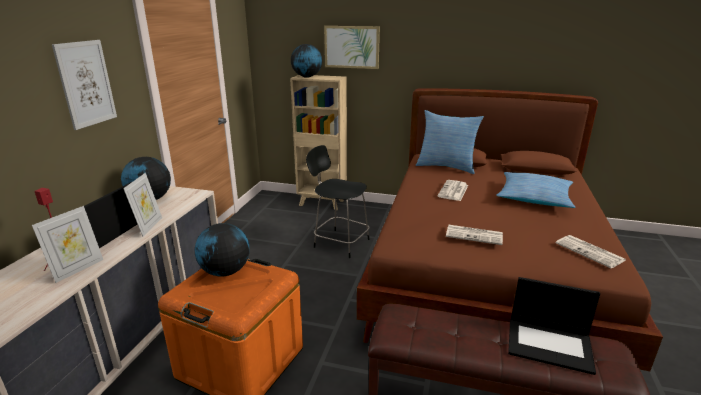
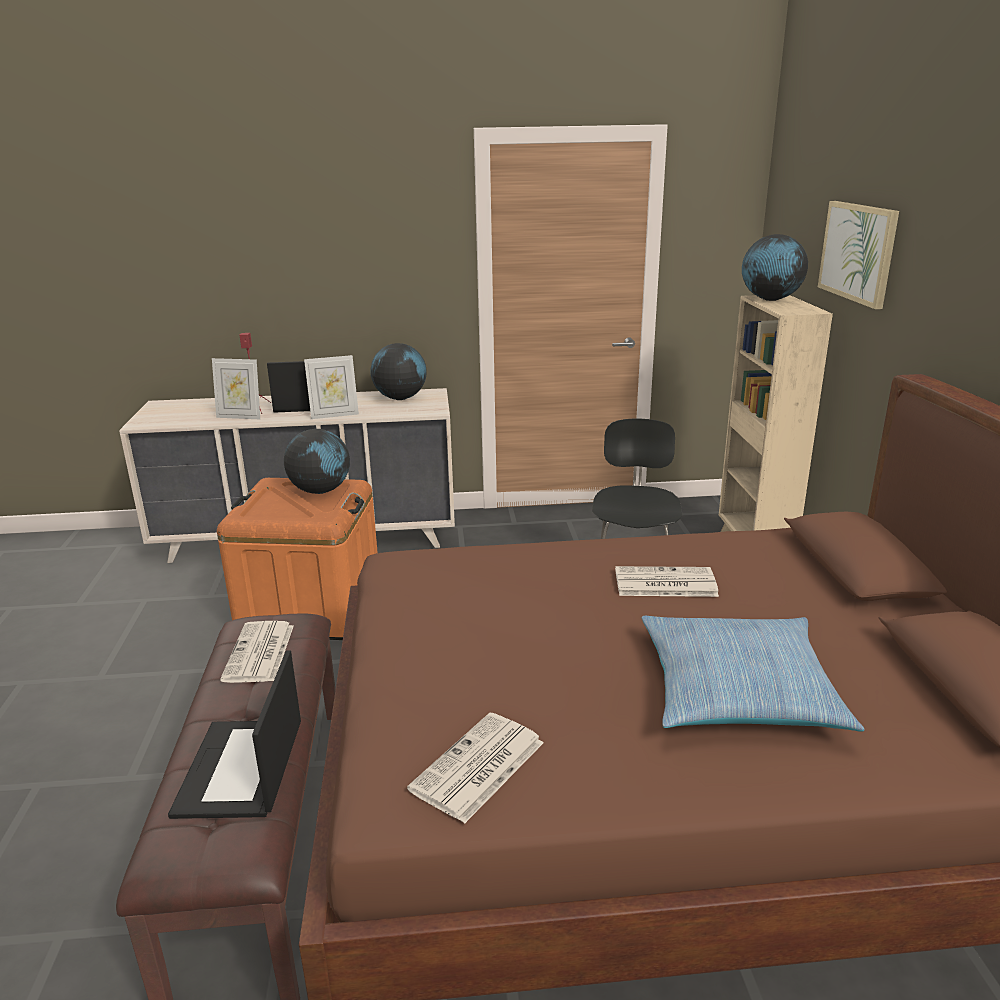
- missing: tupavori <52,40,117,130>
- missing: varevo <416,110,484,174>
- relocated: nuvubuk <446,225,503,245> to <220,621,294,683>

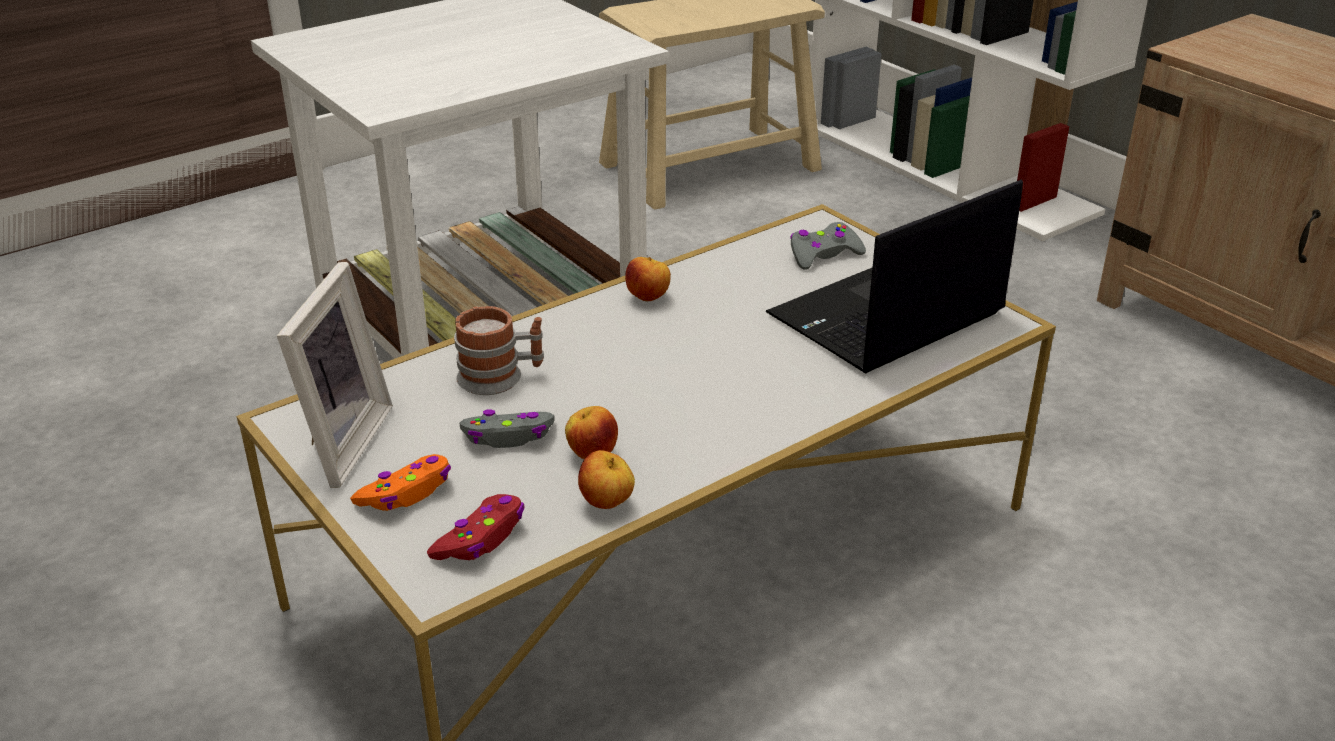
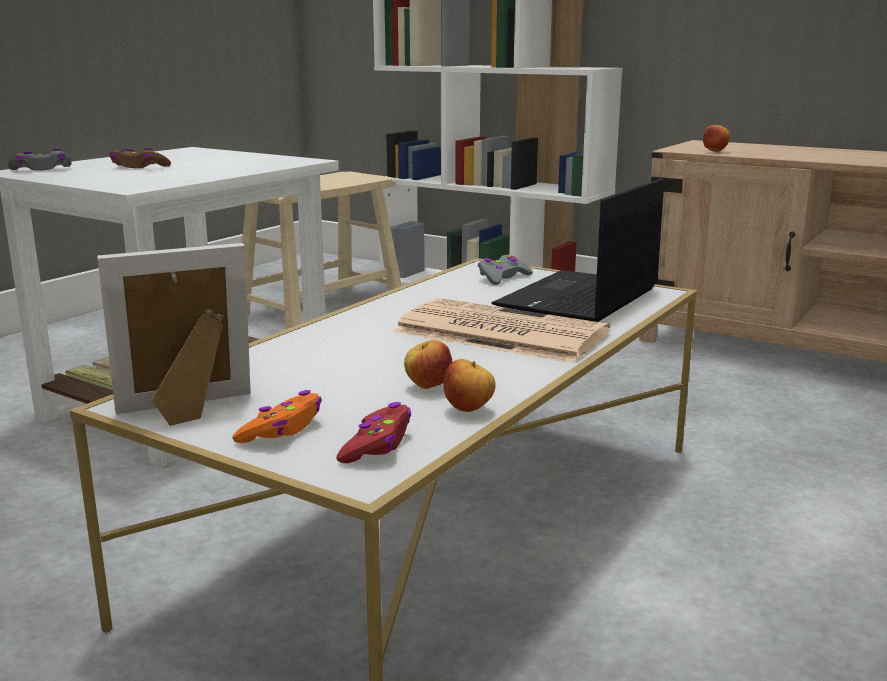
- spun: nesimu <277,262,393,488> = <97,243,251,426> 105 degrees counterclockwise
- missing: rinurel <454,306,544,395>
- relocated: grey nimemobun <460,409,554,448> to <8,149,71,171>
- relocated: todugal <625,257,671,301> to <703,125,730,152>
- appeared: brown nimemobun <109,148,171,168>
- appeared: nuvubuk <394,298,610,363>

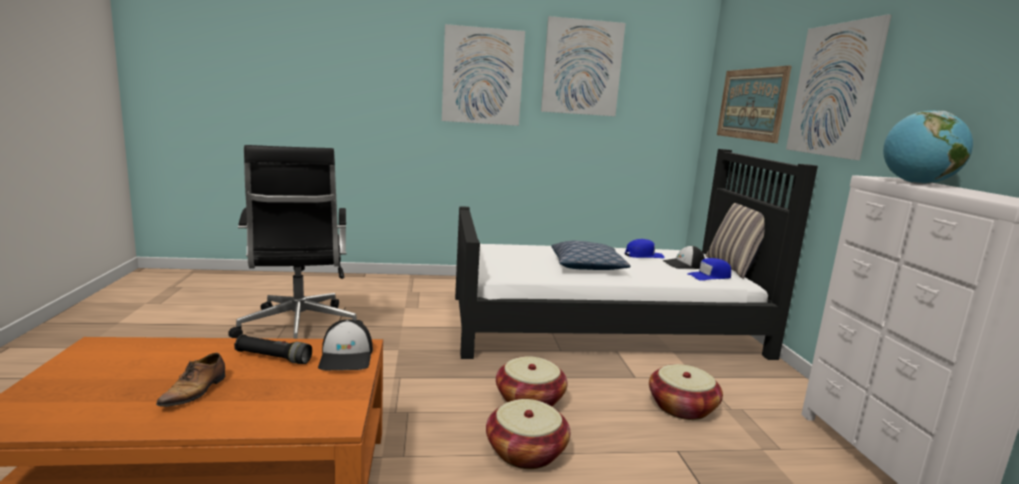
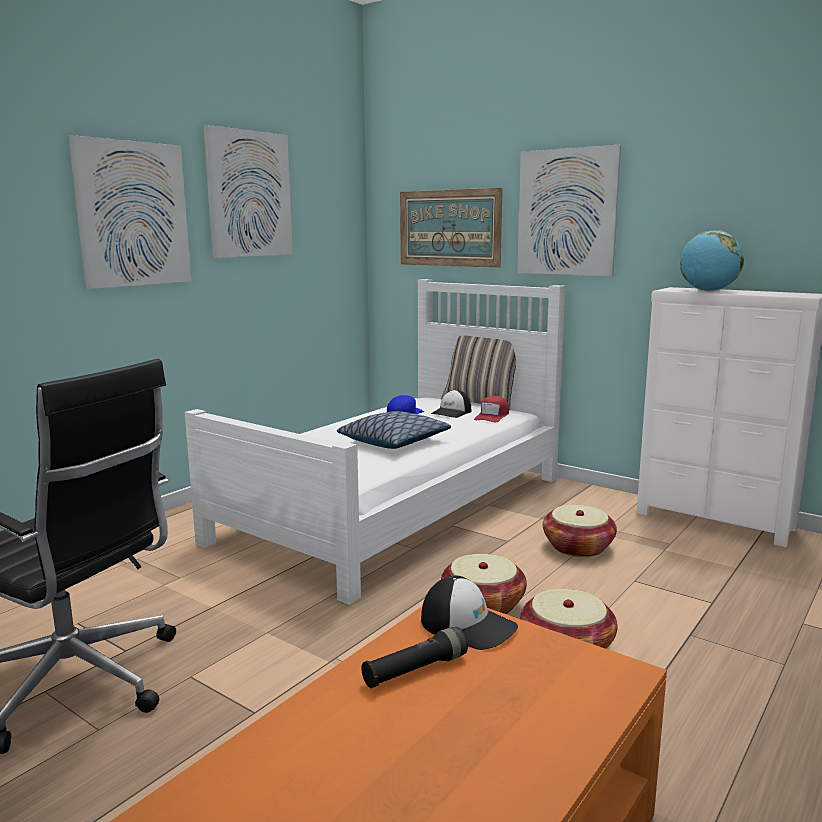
- missing: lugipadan <156,353,225,407>
- colour: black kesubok <455,149,818,360> to white kesubok <185,279,565,605>
- colour: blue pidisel <688,258,731,281> to red pidisel <474,396,509,422>

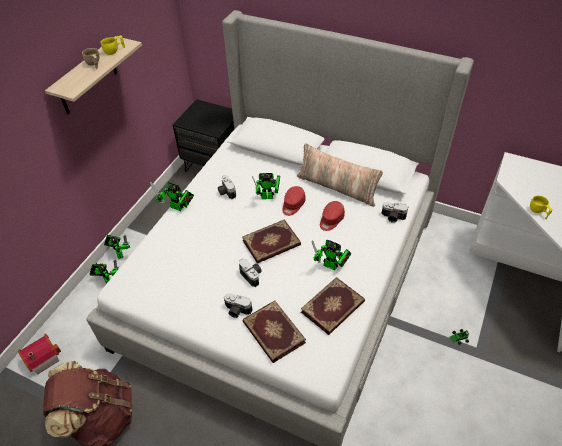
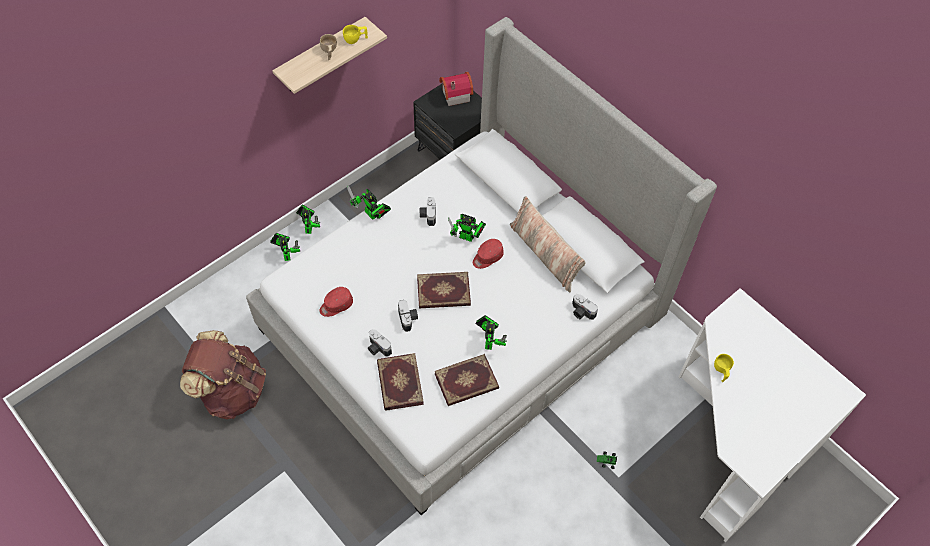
- relocated: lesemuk <18,334,61,375> to <439,72,474,106>
- spun: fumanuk <312,240,351,270> = <475,315,507,350> 135 degrees counterclockwise
- relocated: red pidisel <320,201,345,231> to <319,287,353,317>

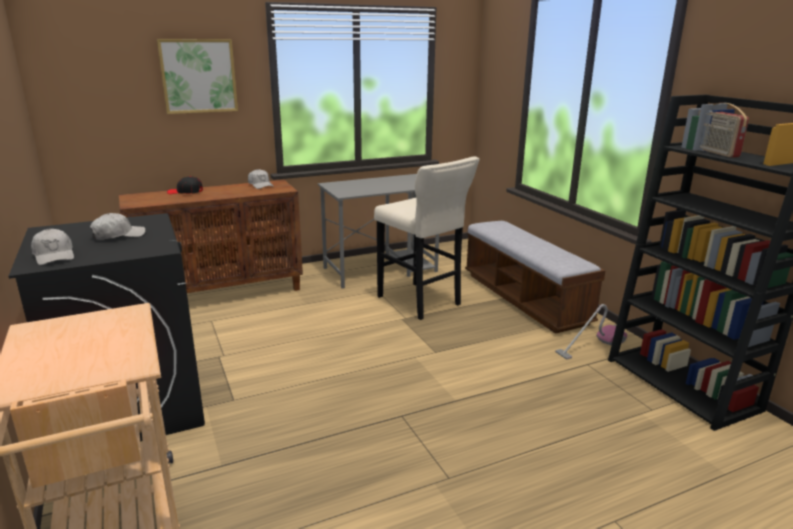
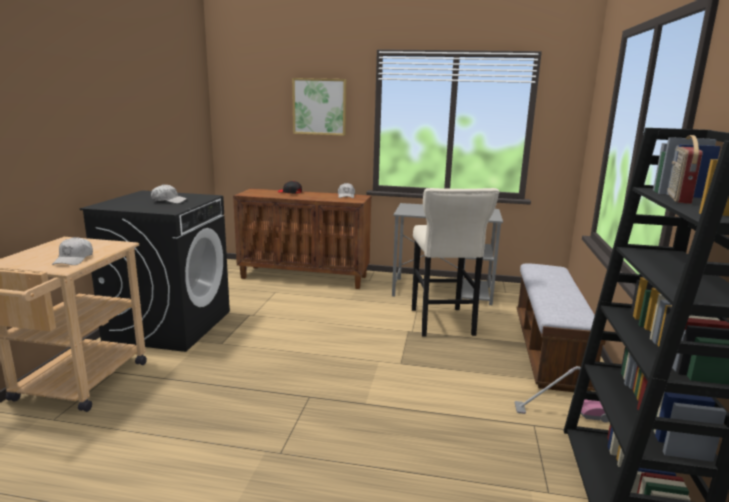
- relocated: white pidisel <31,229,74,265> to <52,237,93,265>

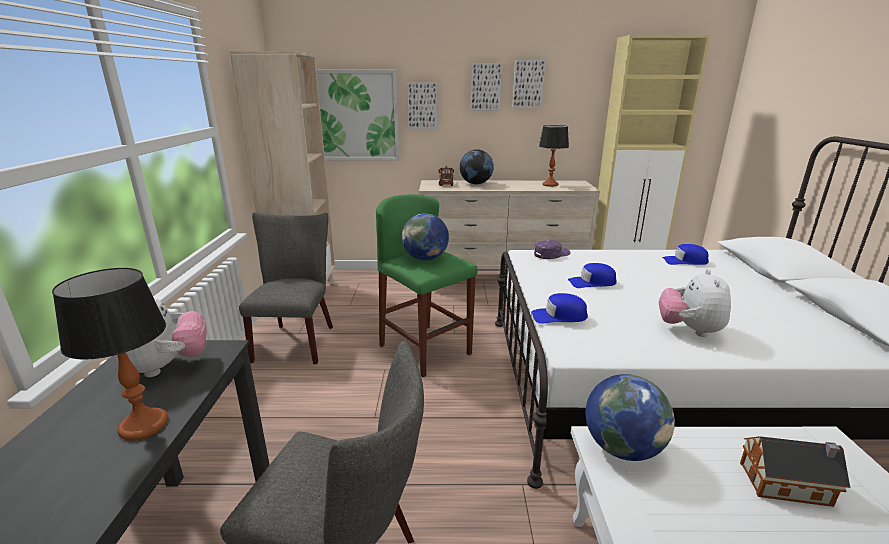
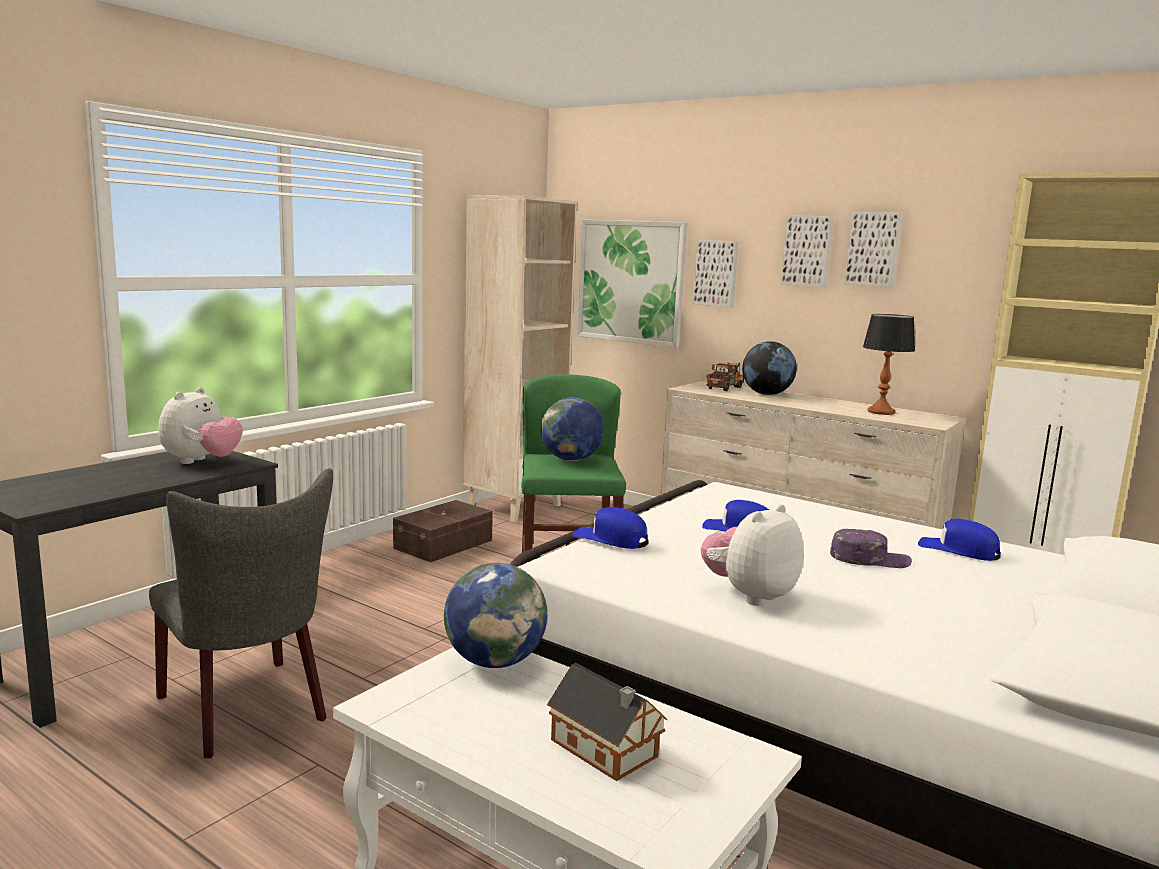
- missing: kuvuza <52,268,169,441>
- exchanged: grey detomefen <239,212,333,364> to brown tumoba <393,500,493,562>
- relocated: purple pidisel <534,240,571,259> to <830,529,912,568>

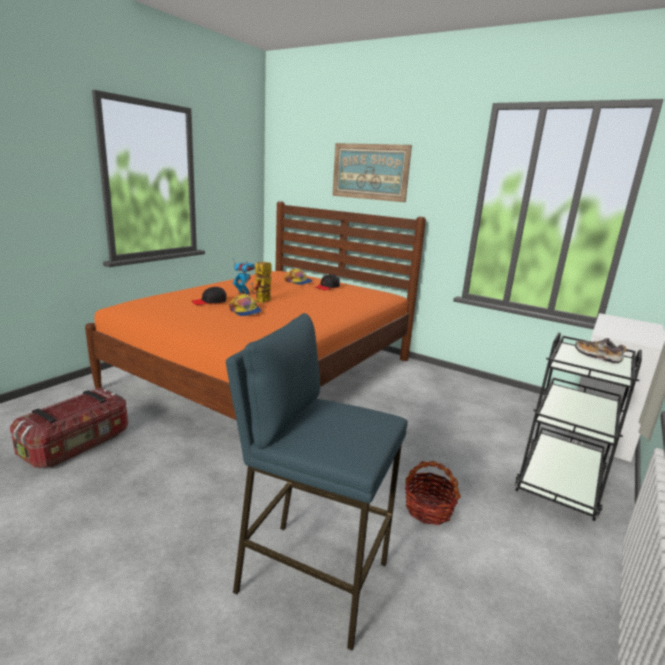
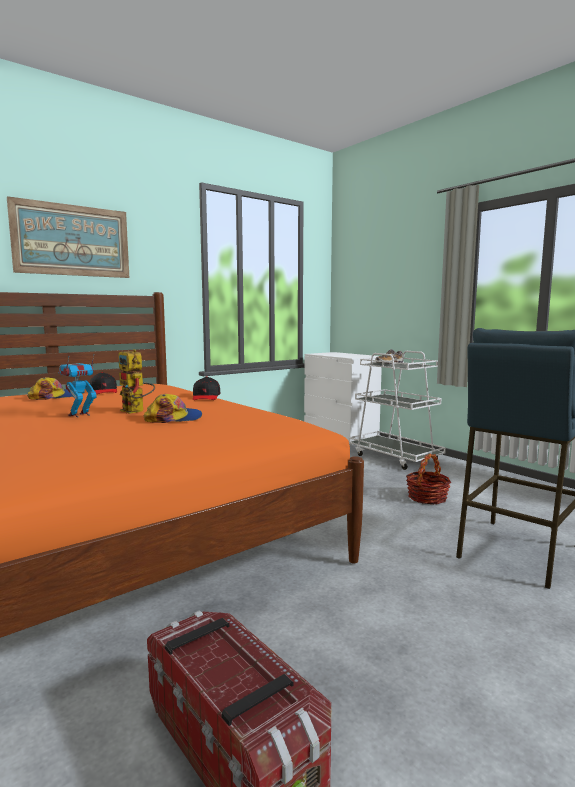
- relocated: black pidisel <192,286,226,305> to <193,376,221,400>
- colour: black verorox <514,333,642,521> to white verorox <349,351,446,470>

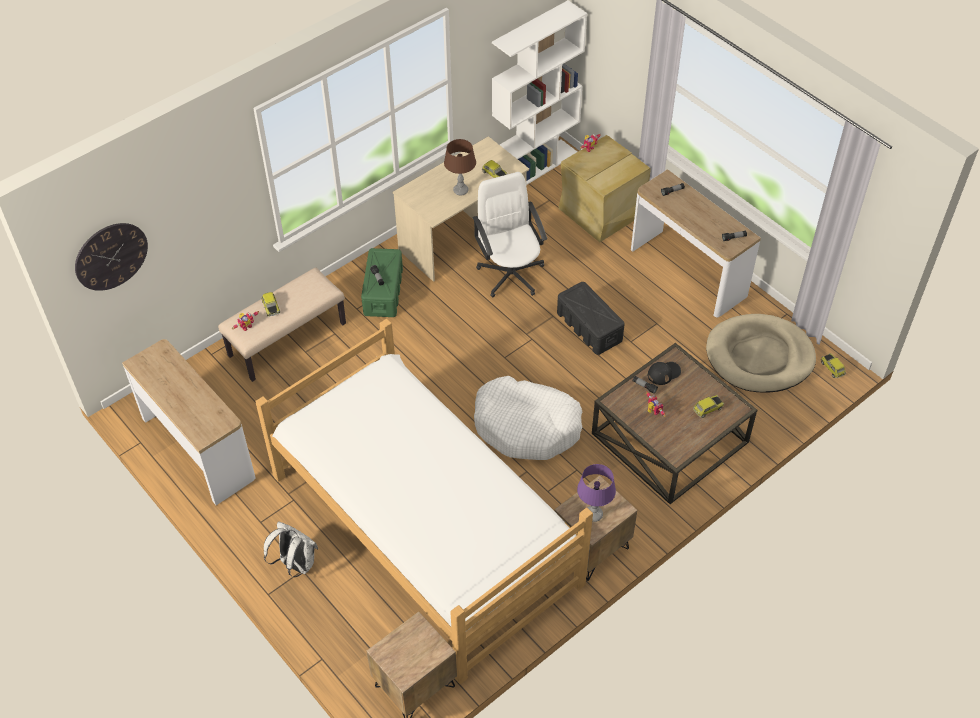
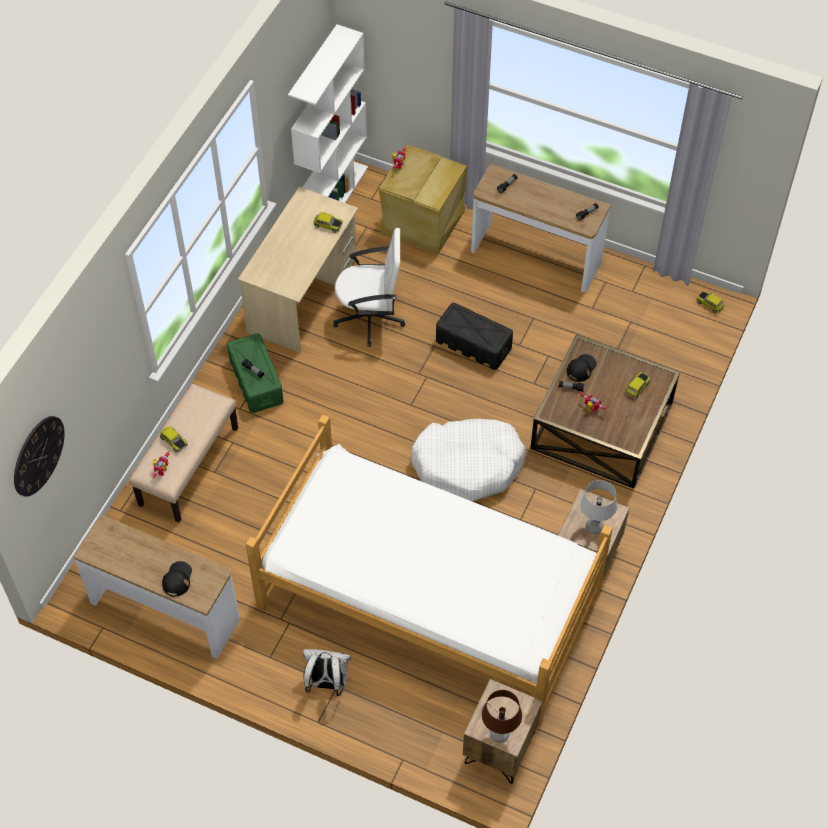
- relocated: brown kuvuza <444,139,476,196> to <482,690,522,742>
- spun: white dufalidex <473,172,547,297> = <333,228,406,347> 135 degrees clockwise
- colour: purple kuvuza <577,464,616,522> to grey kuvuza <580,480,618,534>
- missing: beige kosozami <706,314,816,393>
- appeared: black pidisel <162,561,192,597>

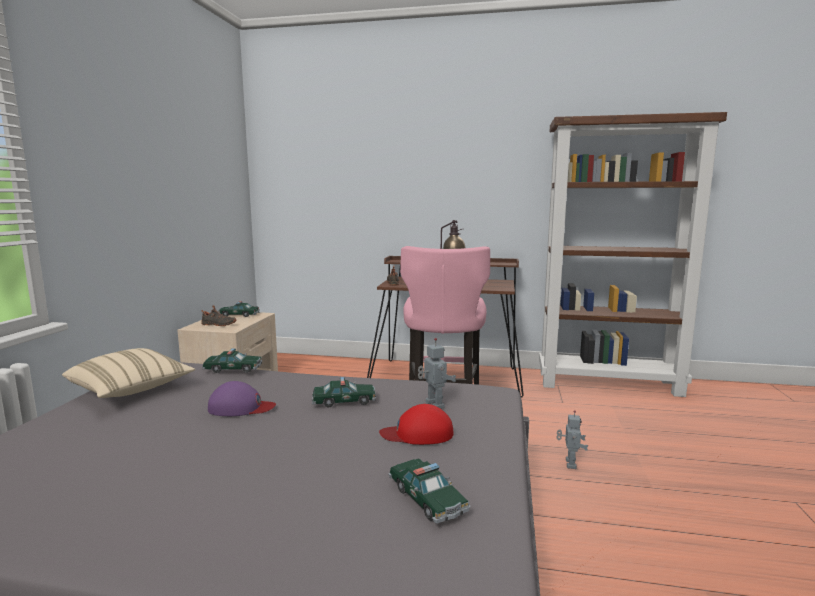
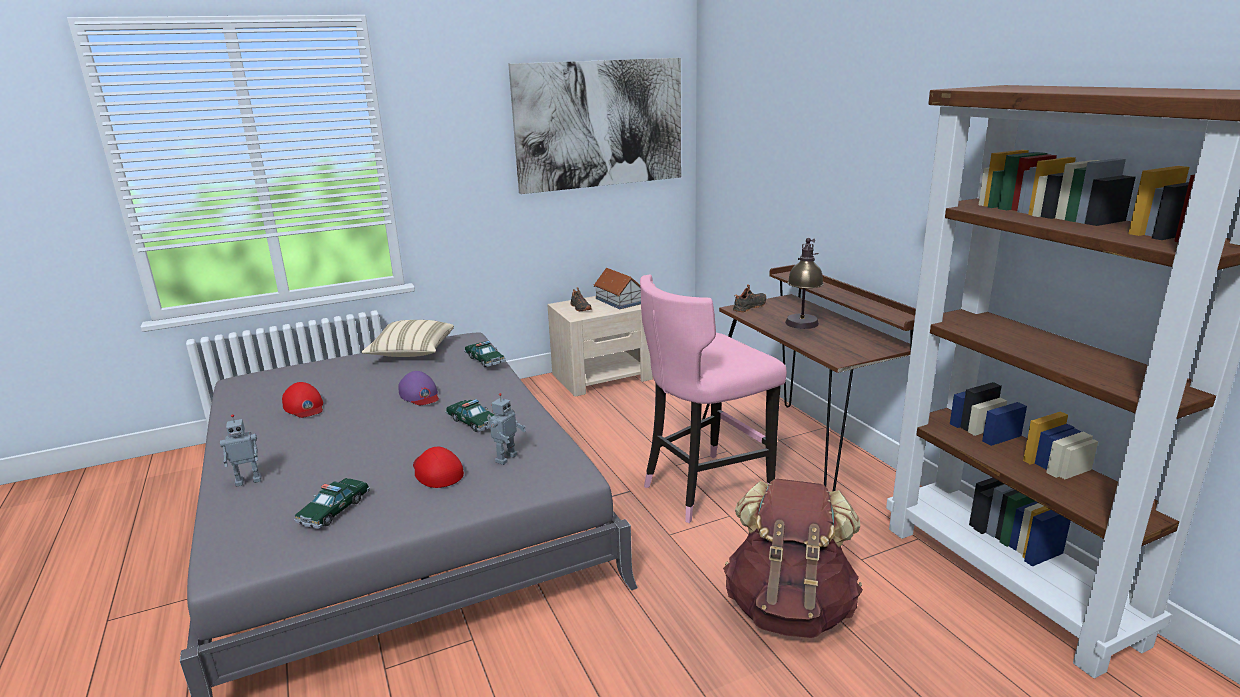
- exchanged: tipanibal <218,301,259,317> to lesemuk <594,268,641,309>
- relocated: fumanuk <556,410,588,469> to <220,414,262,487>
- appeared: red pidisel <282,382,323,418>
- appeared: tupavori <508,58,681,194>
- appeared: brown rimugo <723,479,863,638>

